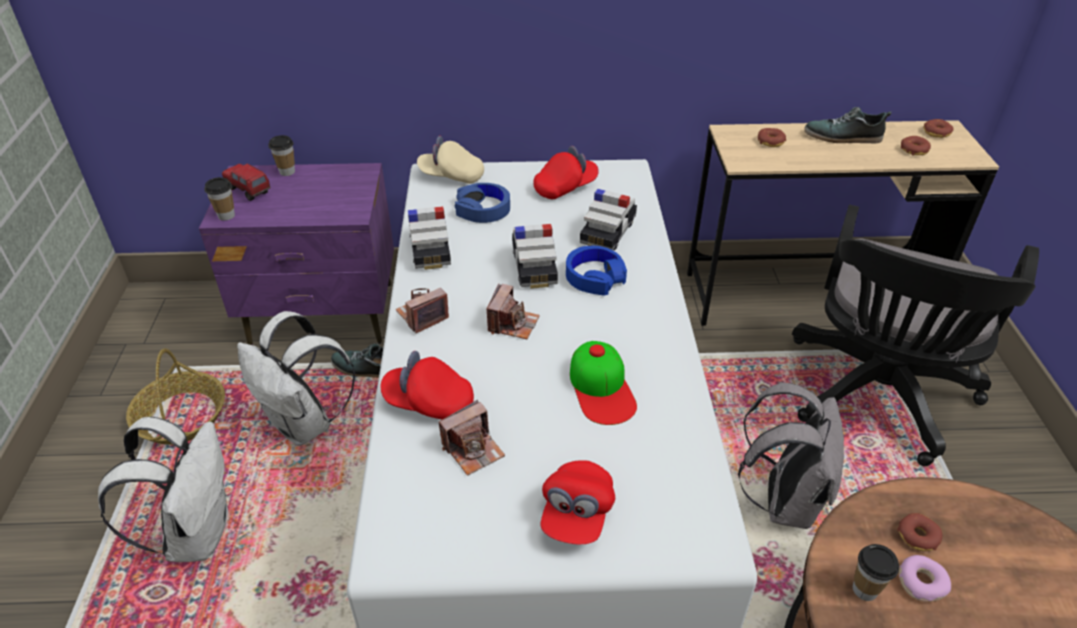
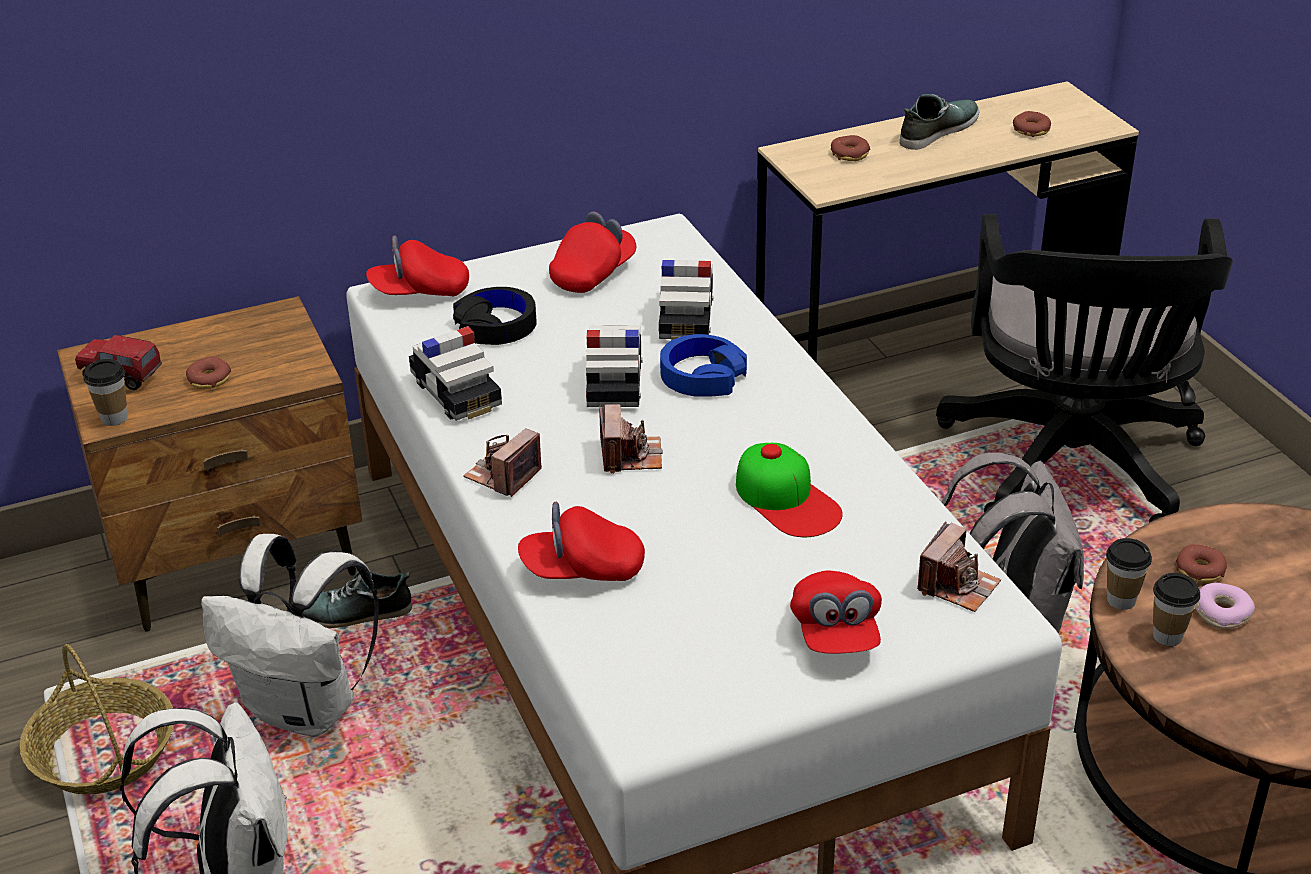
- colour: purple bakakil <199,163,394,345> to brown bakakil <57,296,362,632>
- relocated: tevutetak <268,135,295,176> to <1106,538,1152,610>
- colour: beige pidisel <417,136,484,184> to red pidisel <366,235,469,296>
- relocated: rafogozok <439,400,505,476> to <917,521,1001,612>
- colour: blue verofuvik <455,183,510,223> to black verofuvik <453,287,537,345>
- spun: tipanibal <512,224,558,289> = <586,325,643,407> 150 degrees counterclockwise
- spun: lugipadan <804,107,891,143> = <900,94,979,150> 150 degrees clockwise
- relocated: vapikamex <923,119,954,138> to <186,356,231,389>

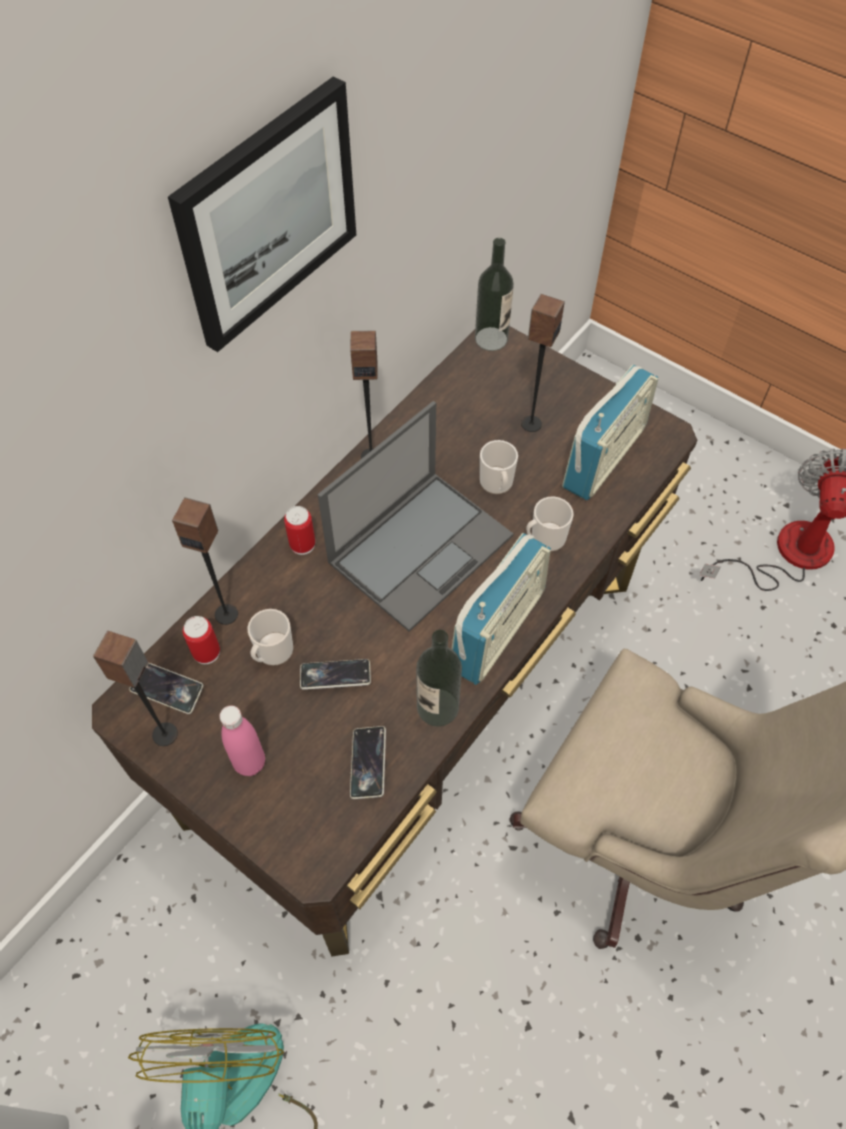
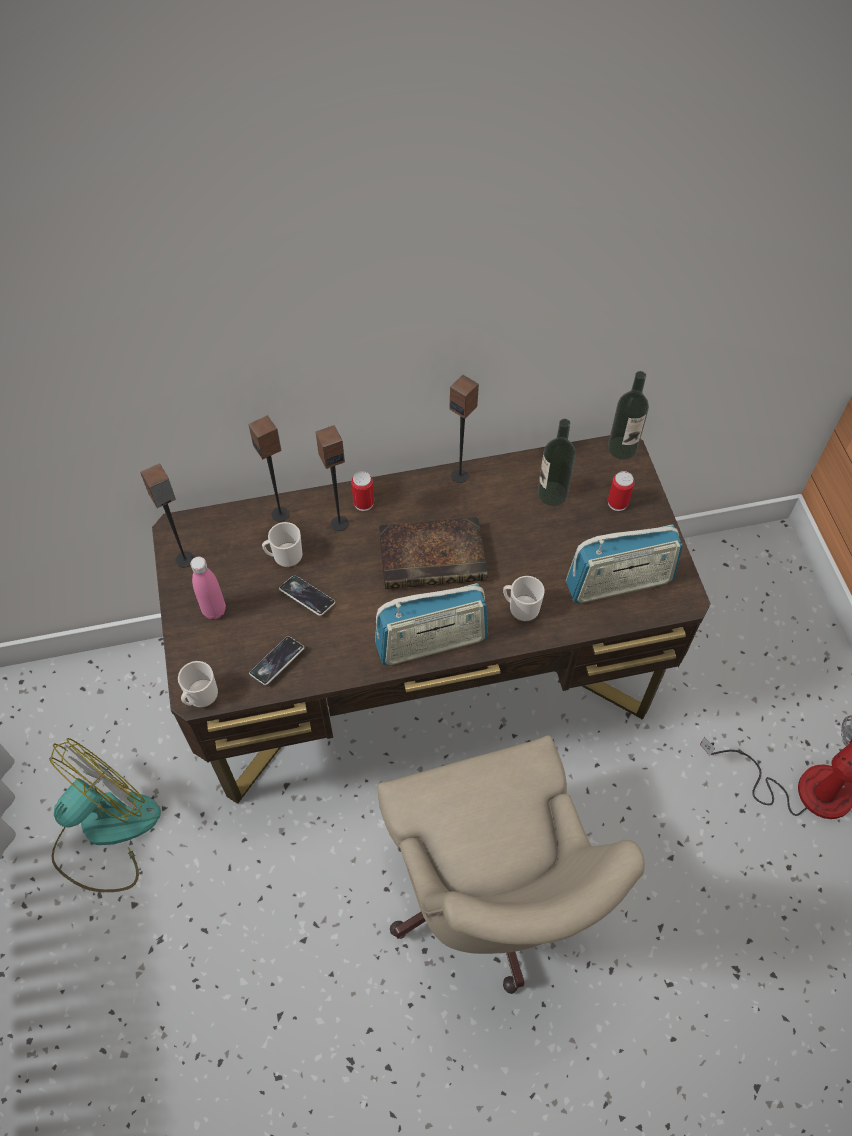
- missing: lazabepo <130,662,203,714>
- missing: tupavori <168,76,356,352>
- relocated: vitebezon <183,616,220,664> to <608,471,634,511>
- exchanged: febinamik <318,401,513,632> to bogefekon <379,517,488,589>
- relocated: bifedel <416,630,462,727> to <538,419,576,506>
- relocated: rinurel <480,440,518,494> to <178,661,218,708>
- relocated: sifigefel <521,294,565,432> to <315,425,349,531>

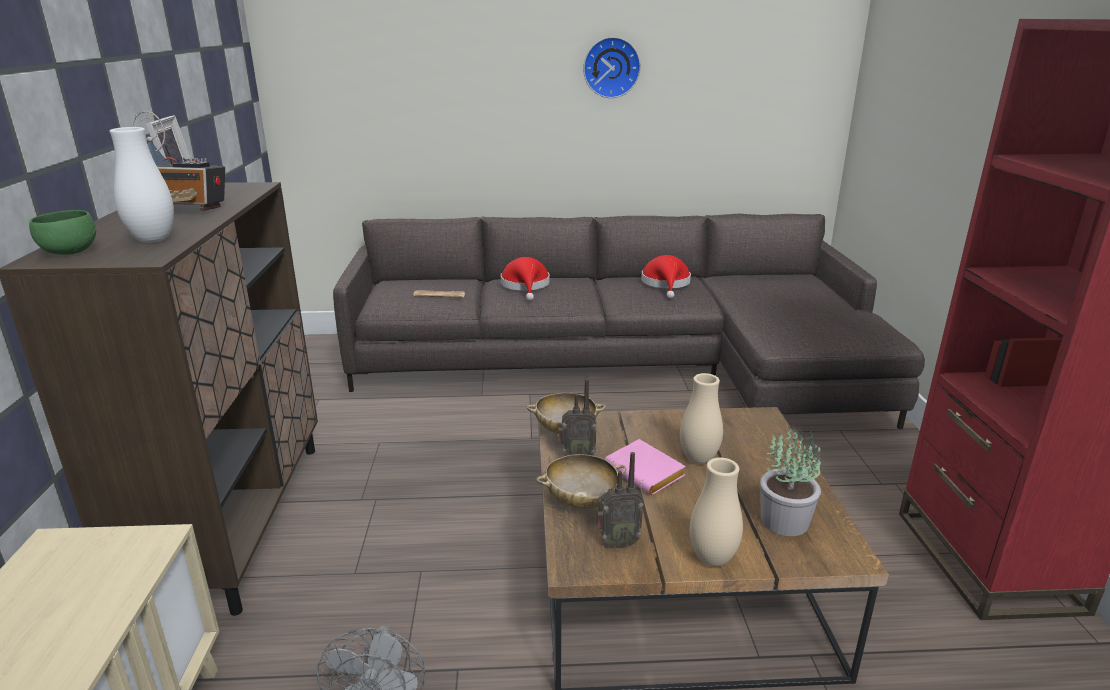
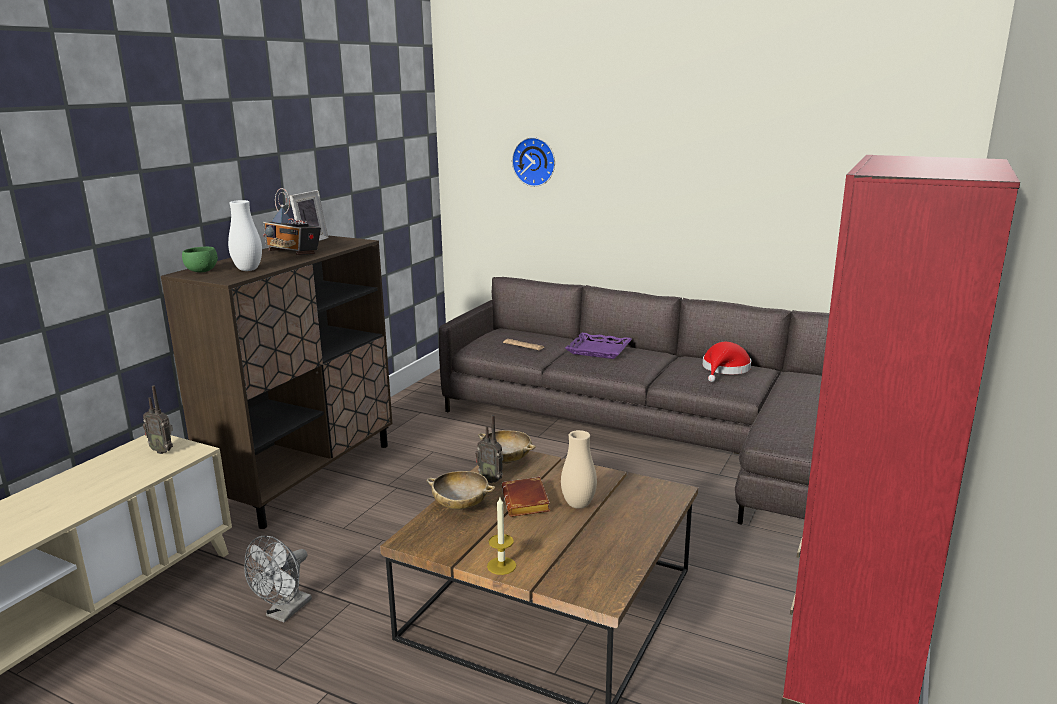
- exchanged: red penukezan <501,257,550,300> to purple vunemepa <565,333,632,359>
- relocated: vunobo <583,37,641,98> to <512,137,555,187>
- relocated: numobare <597,452,644,549> to <143,386,173,454>
- colour: pink bogefekon <605,439,686,495> to brown bogefekon <502,477,550,517>
- exchanged: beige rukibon <690,457,743,566> to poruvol <487,497,516,575>
- missing: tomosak <760,426,821,536>

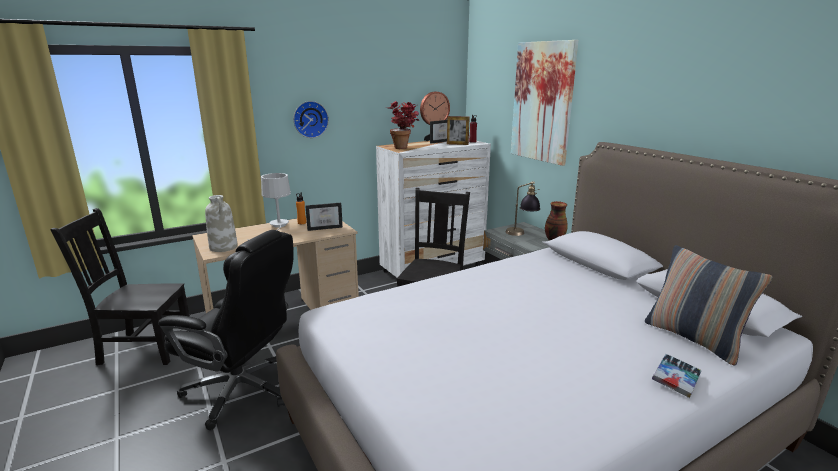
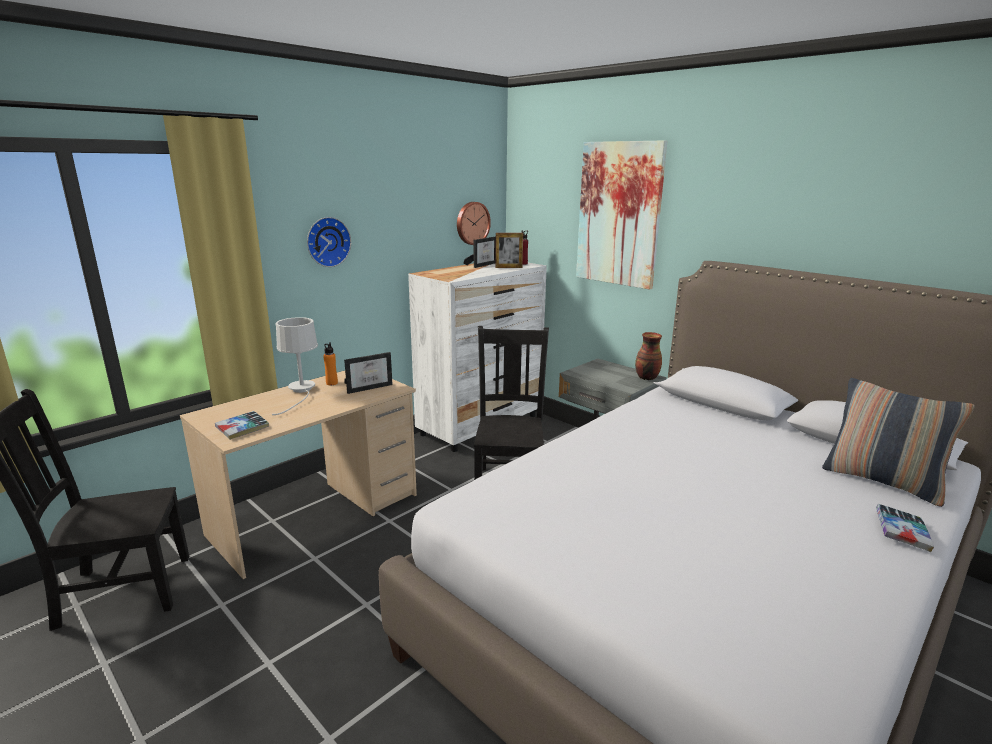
- missing: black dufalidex <158,230,294,430>
- exchanged: white rukibon <205,195,238,252> to bogefekon <215,411,269,440>
- missing: tomosak <387,101,419,149>
- missing: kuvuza <506,181,540,236>

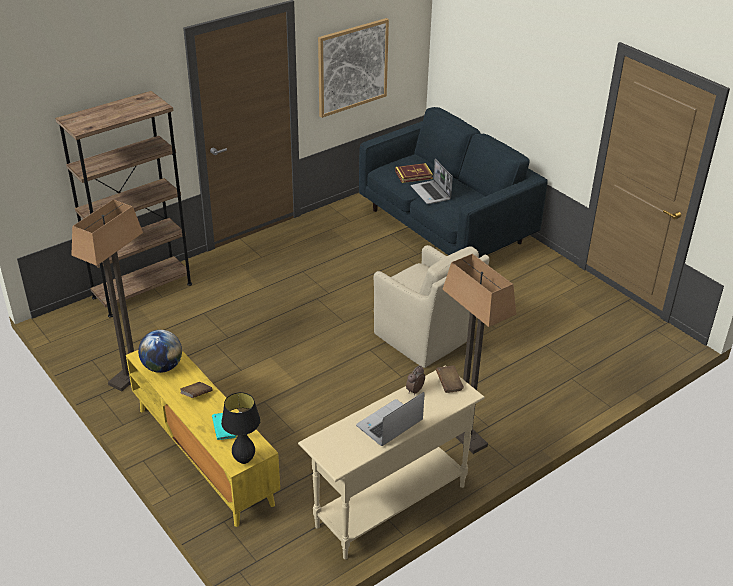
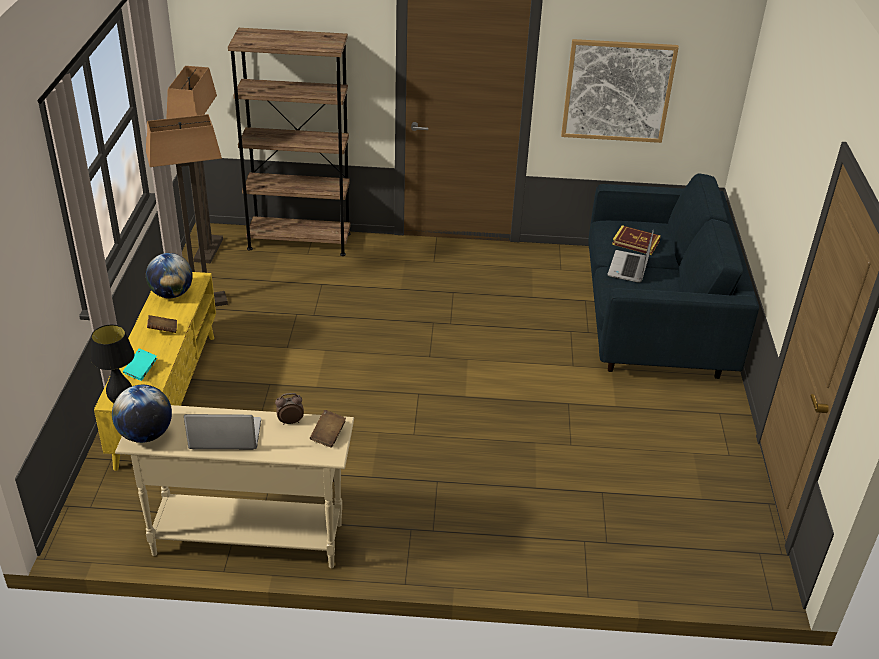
- missing: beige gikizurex <374,245,490,368>
- relocated: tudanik <442,254,516,454> to <166,66,223,263>
- appeared: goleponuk <112,385,172,443>

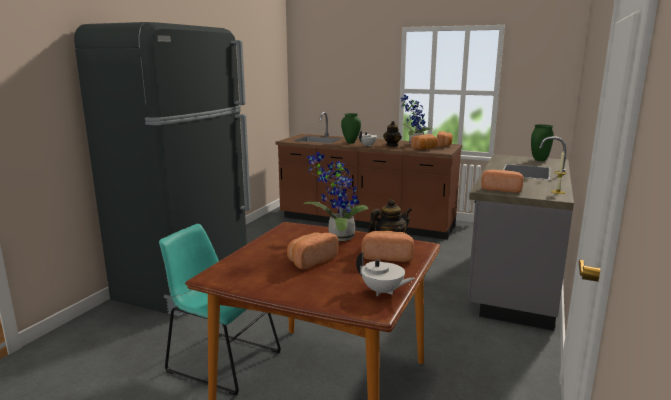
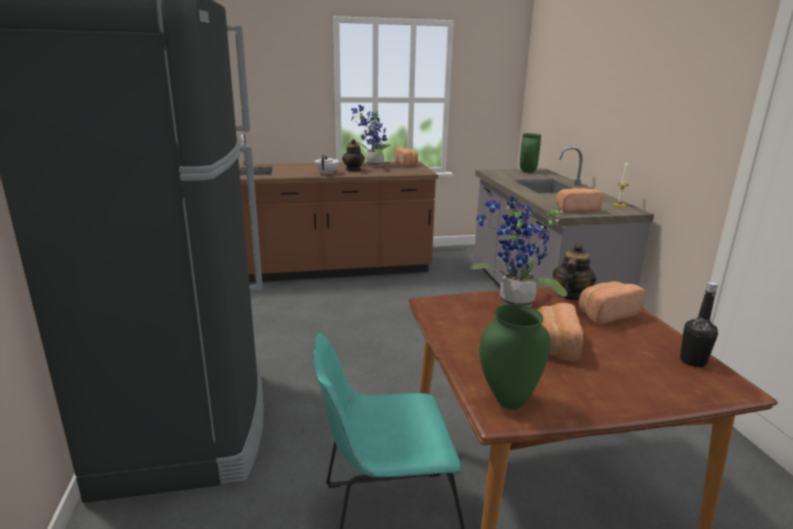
- relocated: green rukibon <341,113,361,144> to <479,304,551,410>
- exchanged: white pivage <356,251,415,296> to black bifedel <680,282,718,367>
- missing: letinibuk <411,134,438,149>

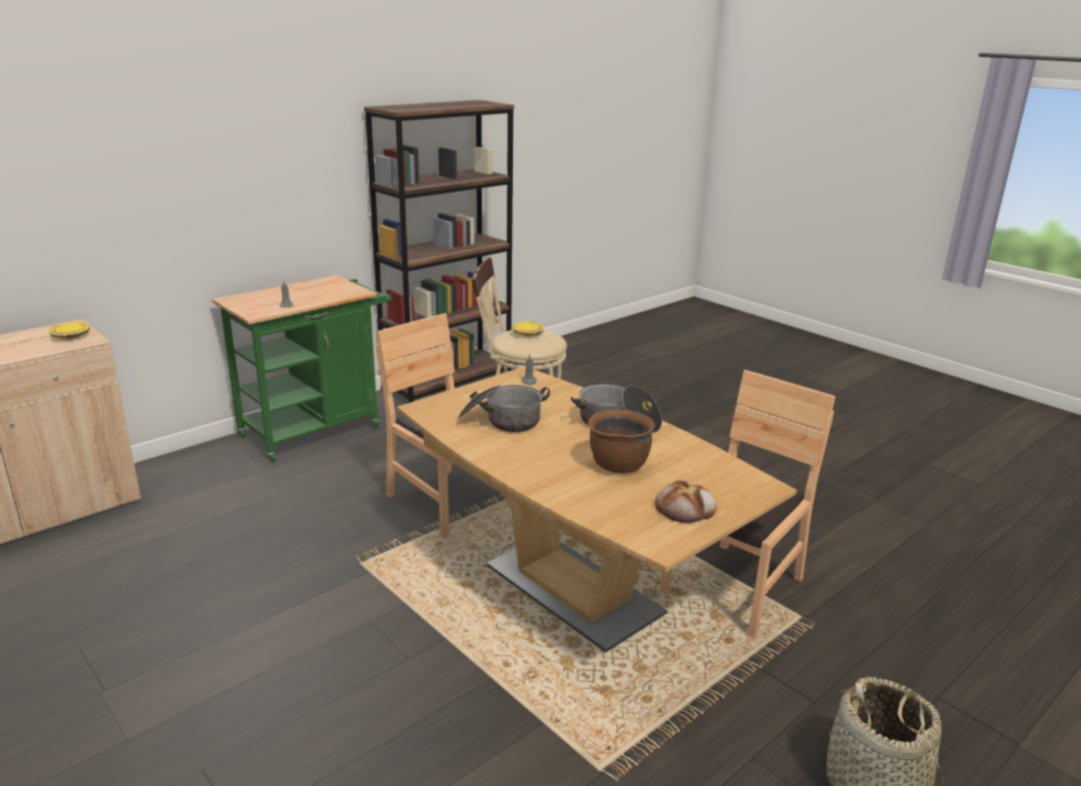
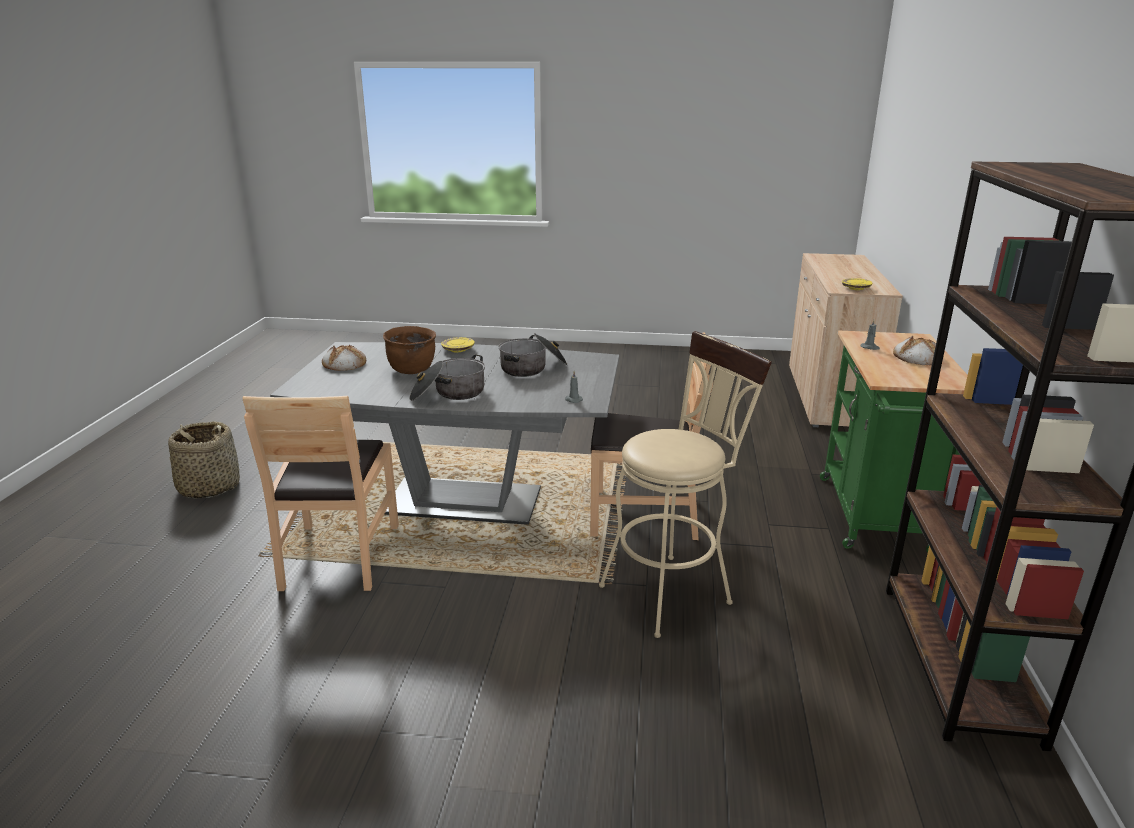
- colour: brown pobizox <397,366,797,653> to grey pobizox <270,342,619,525>
- relocated: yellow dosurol <512,321,545,337> to <441,337,475,352>
- appeared: letinibuk <893,336,936,365>

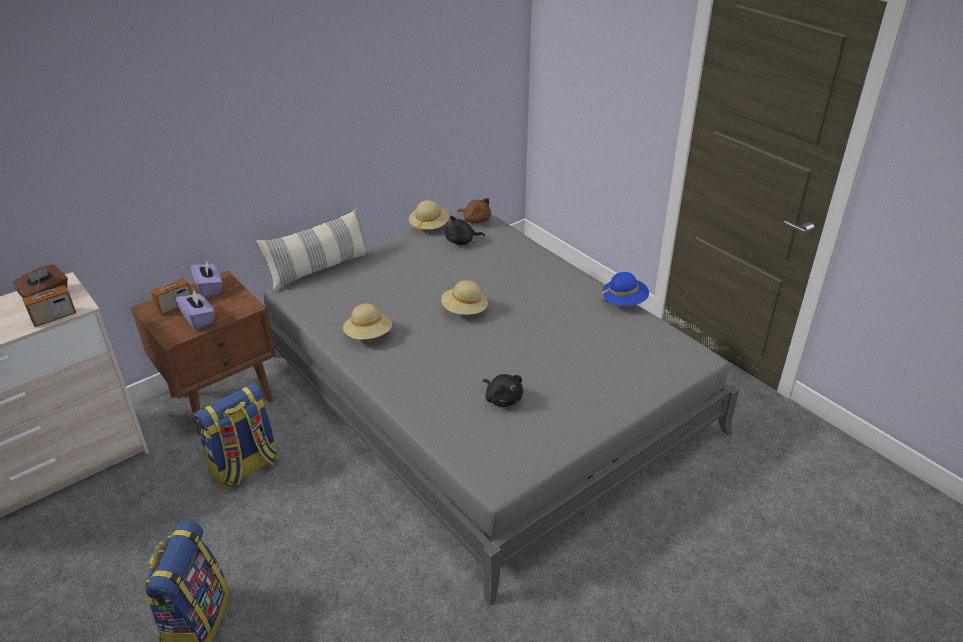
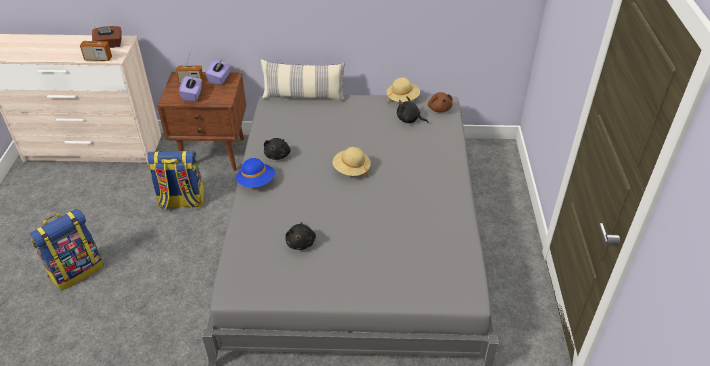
- exchanged: beige penukezan <343,303,392,340> to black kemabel <264,138,291,160>
- relocated: blue penukezan <601,272,649,306> to <236,158,275,188>

